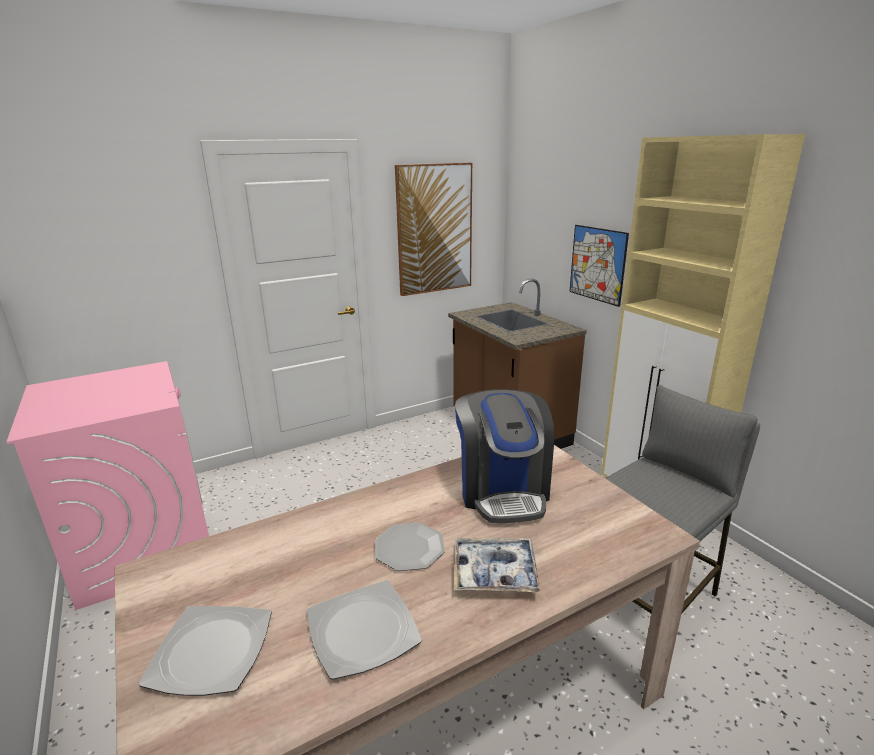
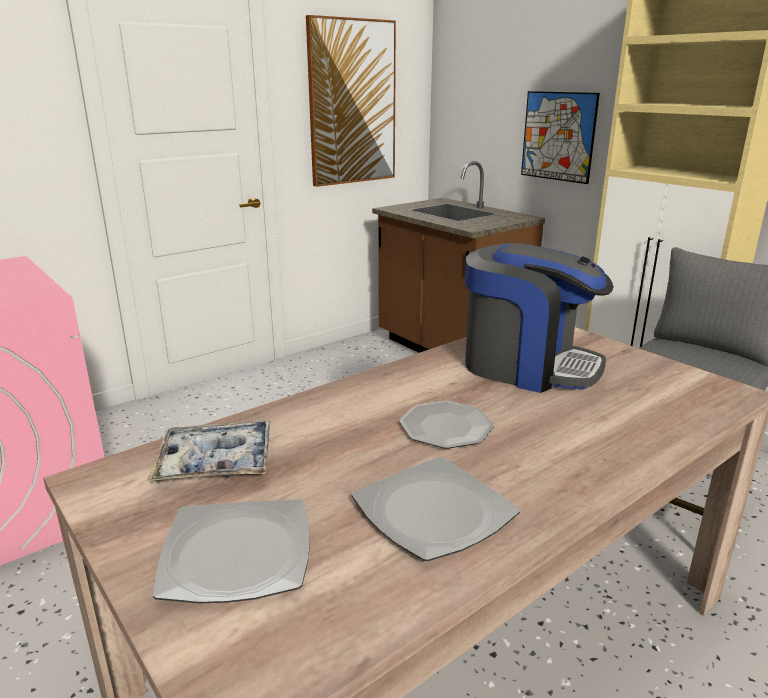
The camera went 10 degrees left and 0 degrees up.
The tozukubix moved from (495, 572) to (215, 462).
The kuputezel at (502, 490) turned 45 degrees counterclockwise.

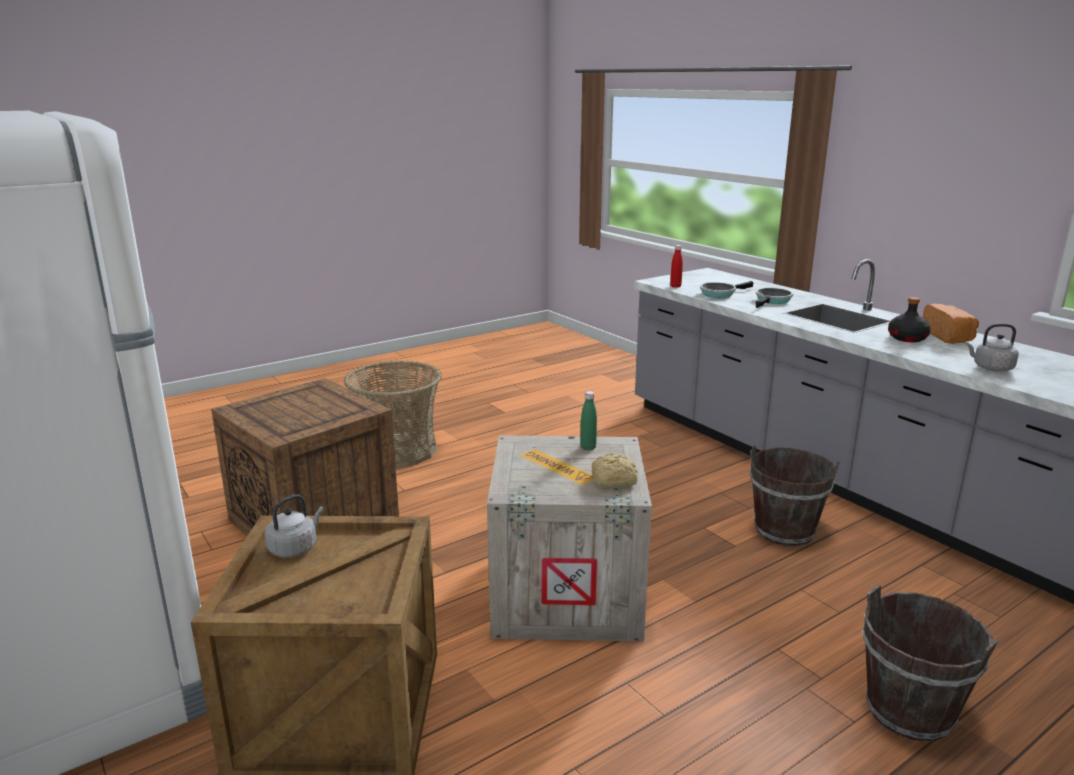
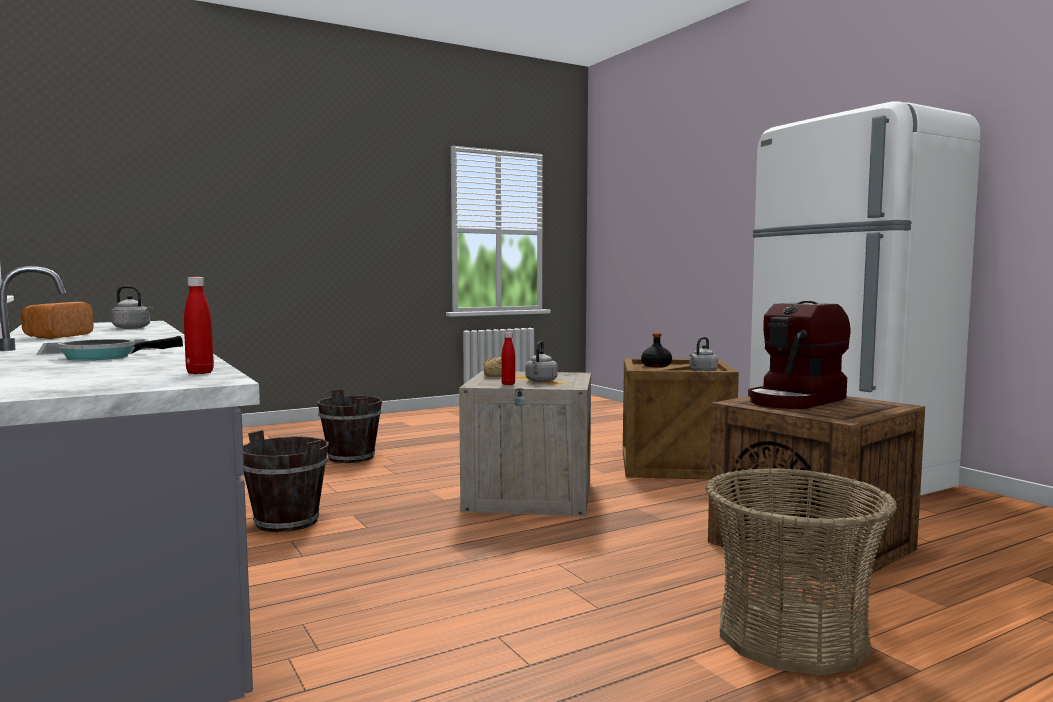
The camera went 175 degrees left and 15 degrees down.
The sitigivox at (720, 293) disappeared.
The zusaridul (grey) at (540, 381) appeared.
The kuputezel at (797, 400) appeared.
The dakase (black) moved from (907, 338) to (656, 366).
The dakase (green) at (588, 447) became the dakase (red) at (508, 384).

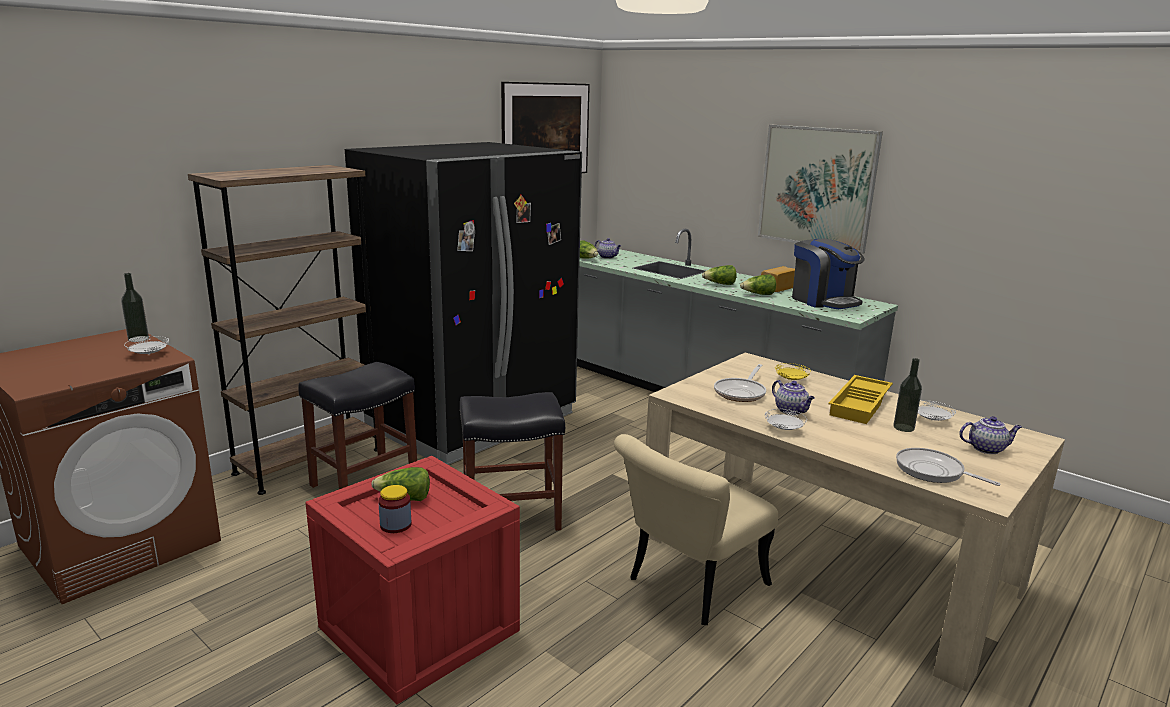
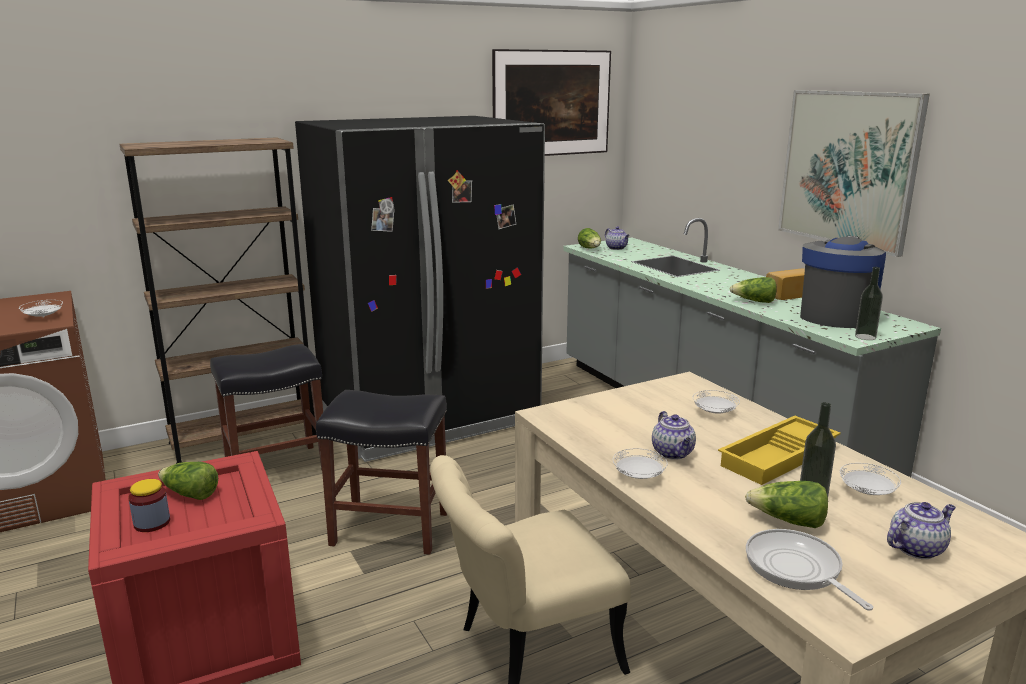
The camera went 20 degrees right and 0 degrees up.
The sitigivox at (741, 392) disappeared.
The dakase moved from (138, 339) to (865, 337).
The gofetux moved from (720, 284) to (788, 521).
The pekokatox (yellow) at (791, 380) became the pekokatox (white) at (714, 413).
The kuputezel at (823, 301) turned 135 degrees counterclockwise.
The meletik at (987, 449) turned 45 degrees counterclockwise.

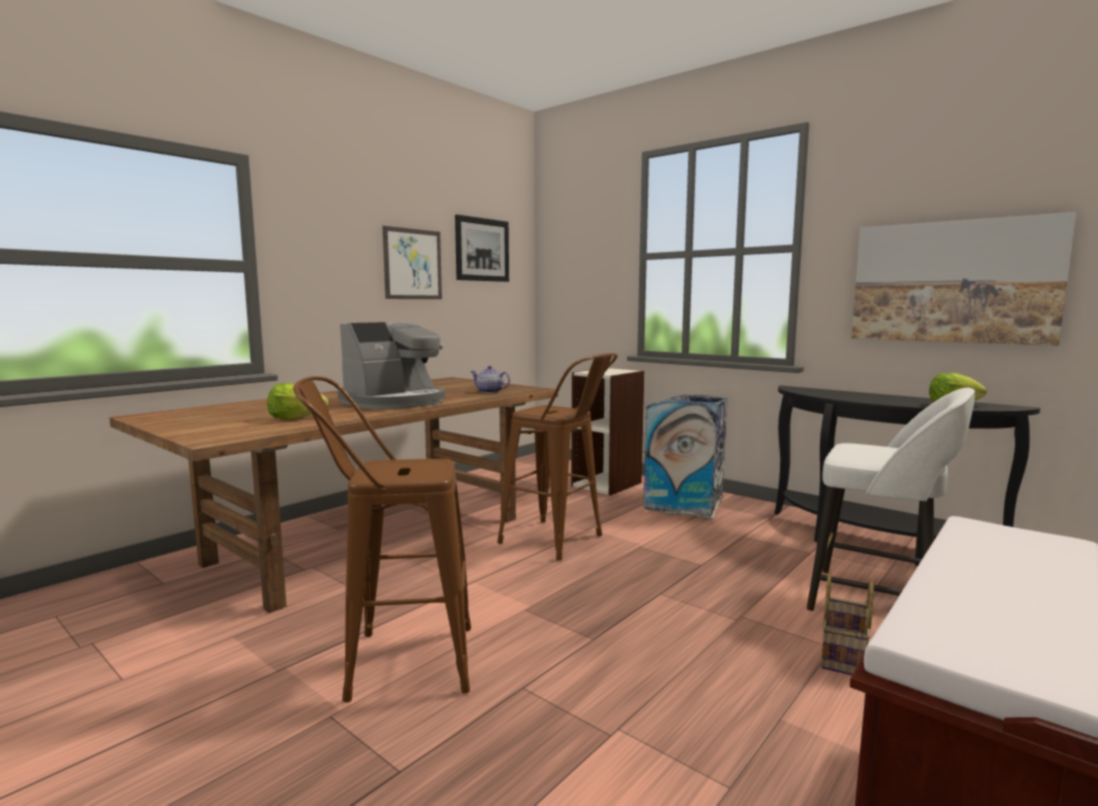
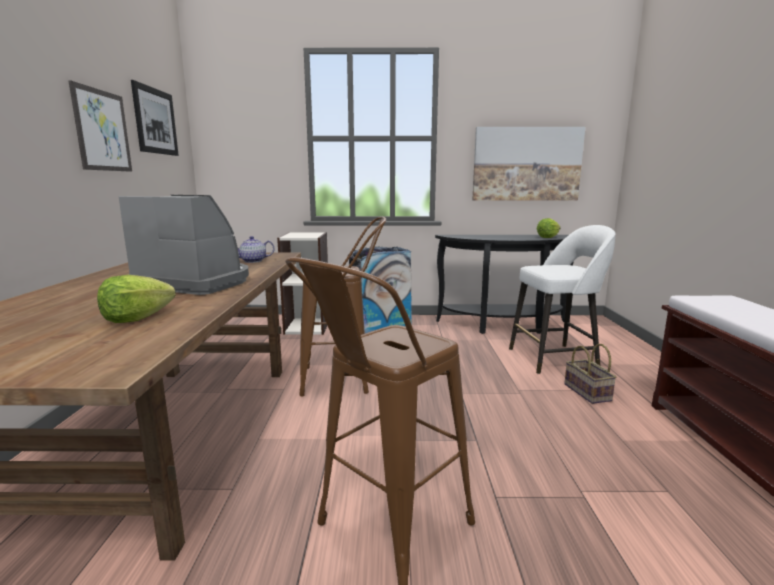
The camera went 40 degrees left and 5 degrees up.
The kuputezel at (396, 402) turned 75 degrees counterclockwise.

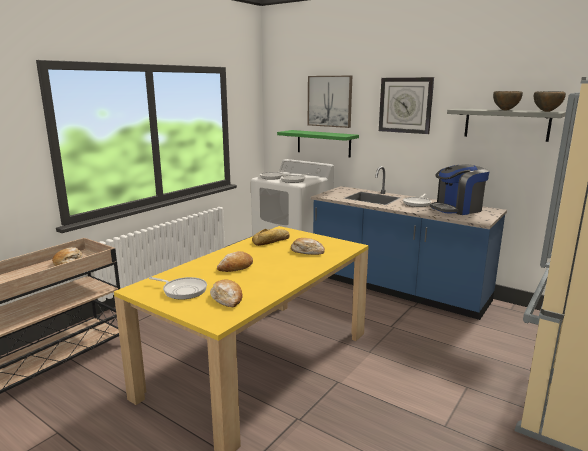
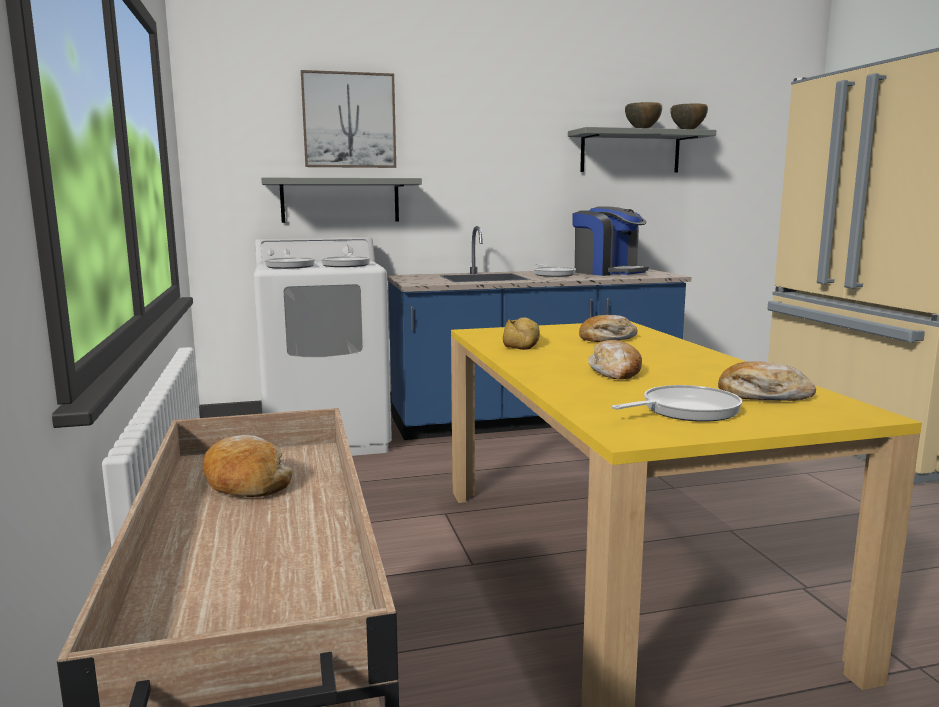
The camera went 50 degrees left and 5 degrees down.
The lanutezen at (405, 105) disappeared.
The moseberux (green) at (323, 143) became the moseberux (grey) at (340, 200).
The kuputezel at (457, 209) turned 60 degrees counterclockwise.

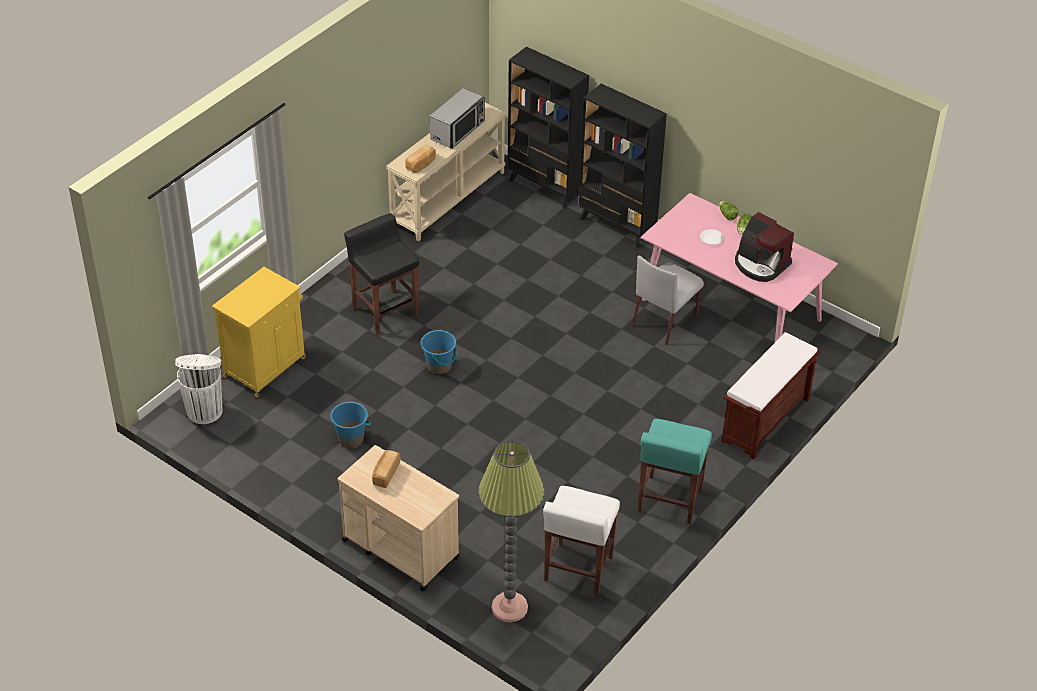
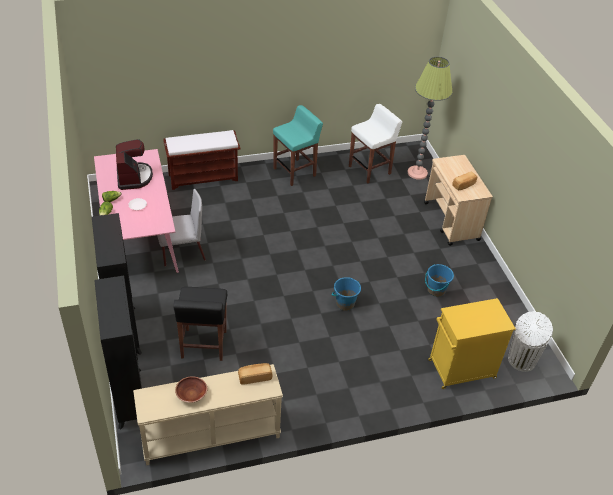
The camera went 145 degrees left and 0 degrees up.
The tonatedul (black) moved from (385, 311) to (203, 345).
The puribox at (458, 130) was replaced by the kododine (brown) at (191, 394).

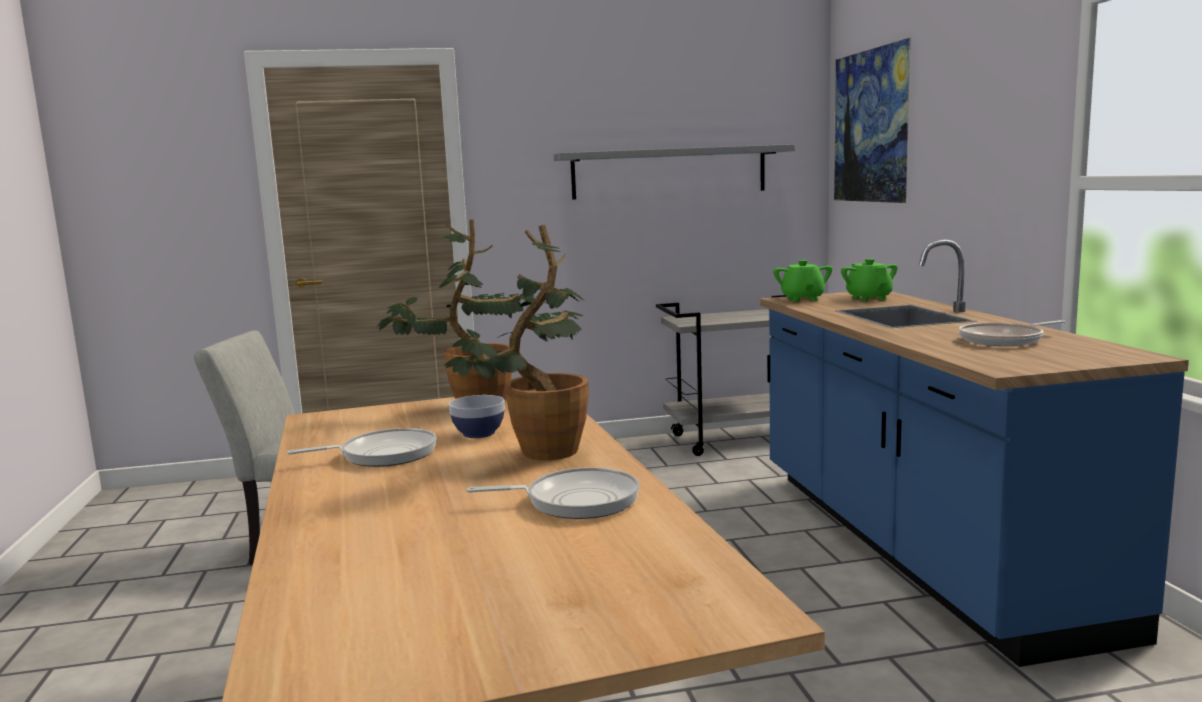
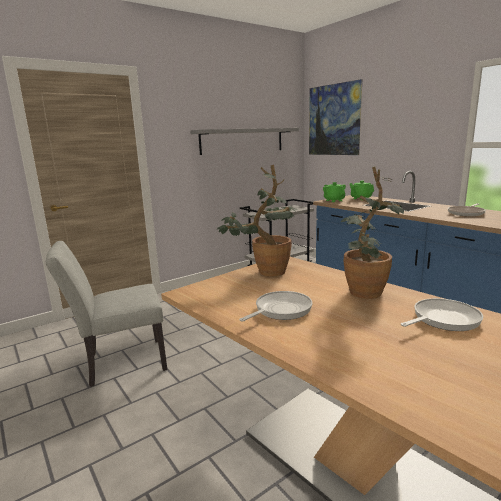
The camera went 25 degrees left and 5 degrees up.
The kododine at (478, 433) disappeared.

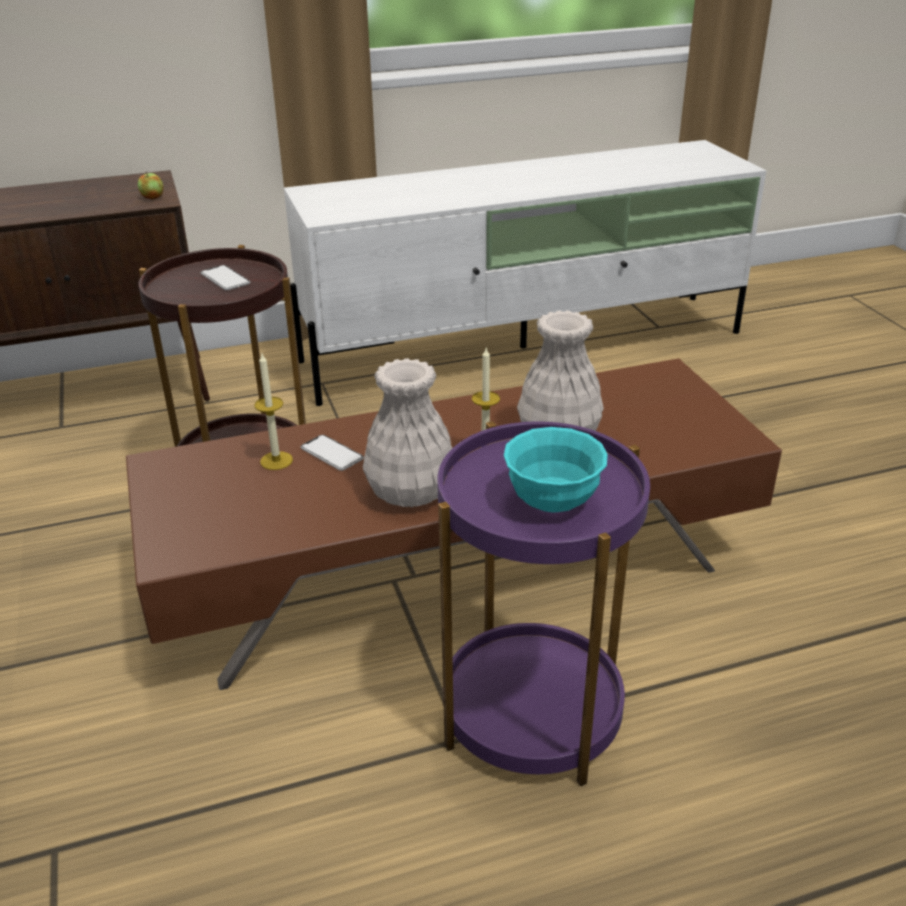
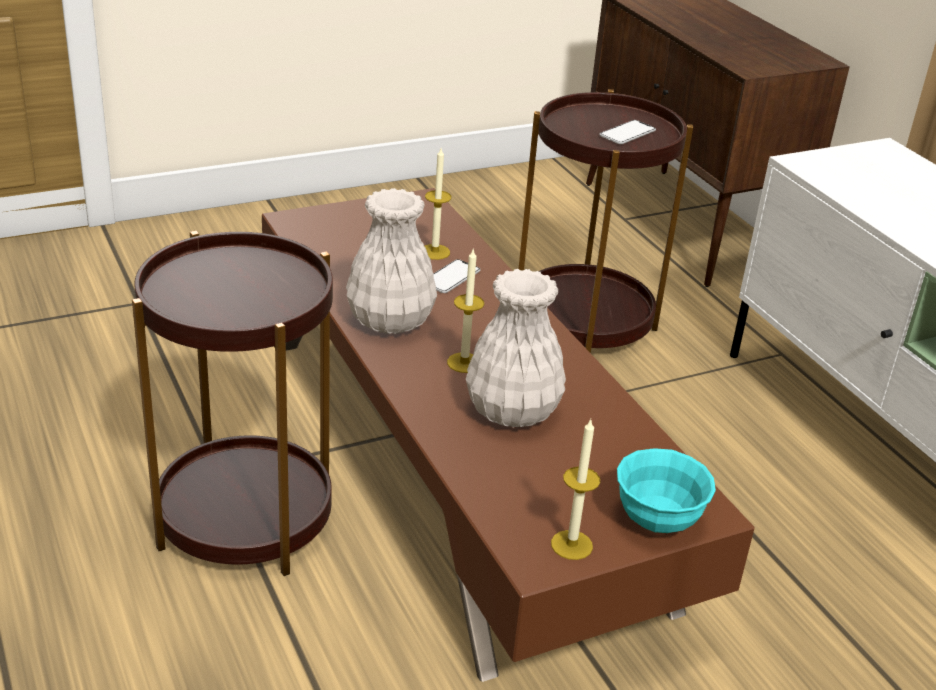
The camera went 80 degrees right and 0 degrees up.
The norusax at (152, 197) disappeared.
The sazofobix at (571, 545) appeared.
The kododine (turquoise) moved from (552, 502) to (657, 520).
The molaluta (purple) at (531, 714) became the molaluta (brown) at (245, 518).

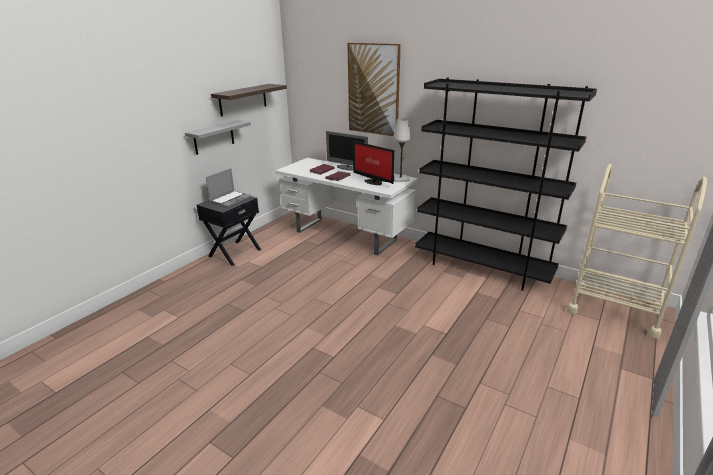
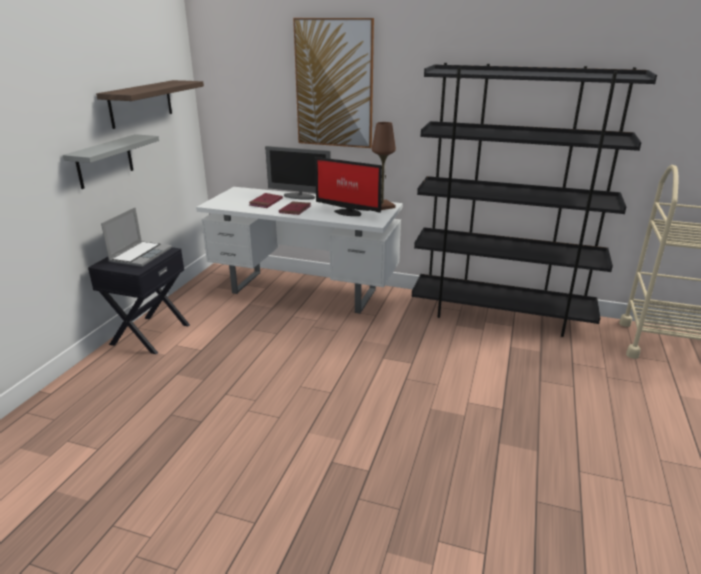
The camera went 15 degrees left and 0 degrees up.
The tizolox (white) at (400, 179) became the tizolox (brown) at (382, 206).

